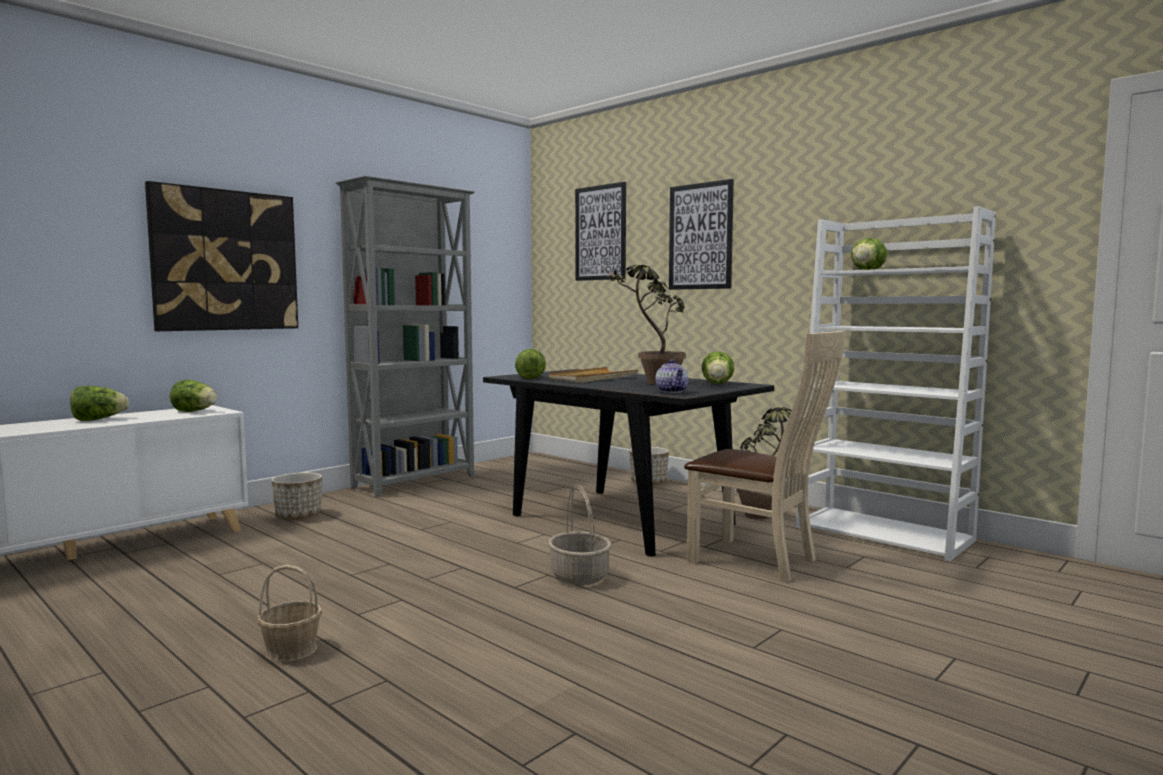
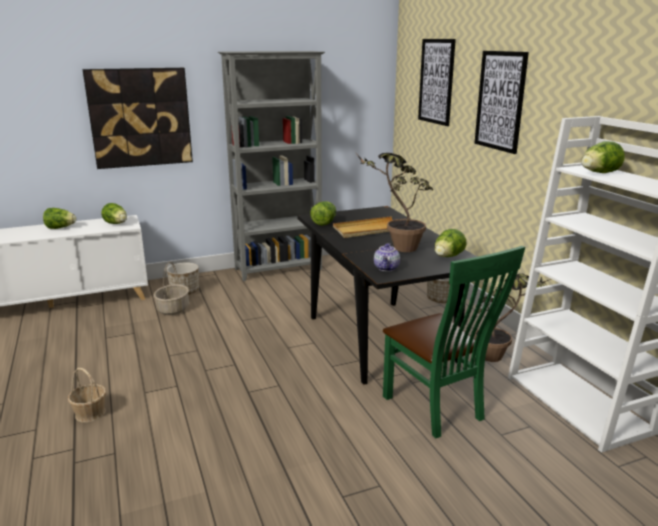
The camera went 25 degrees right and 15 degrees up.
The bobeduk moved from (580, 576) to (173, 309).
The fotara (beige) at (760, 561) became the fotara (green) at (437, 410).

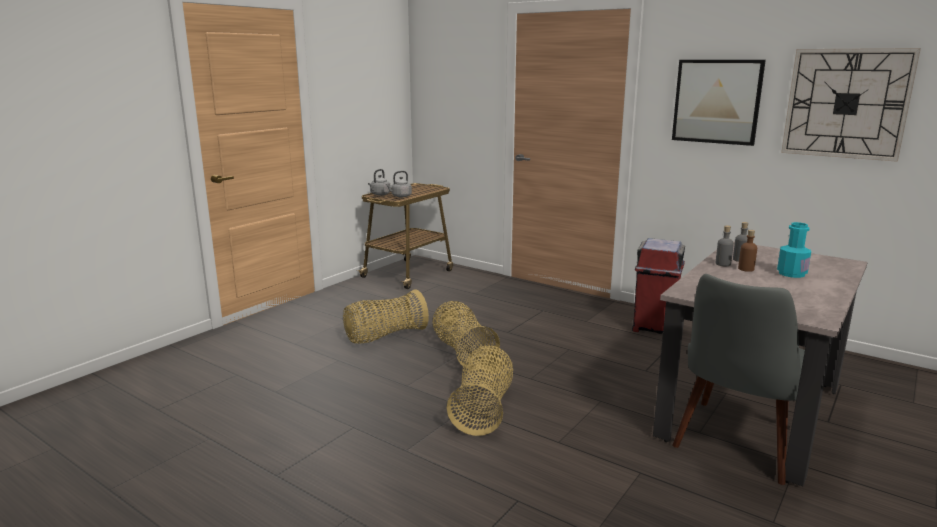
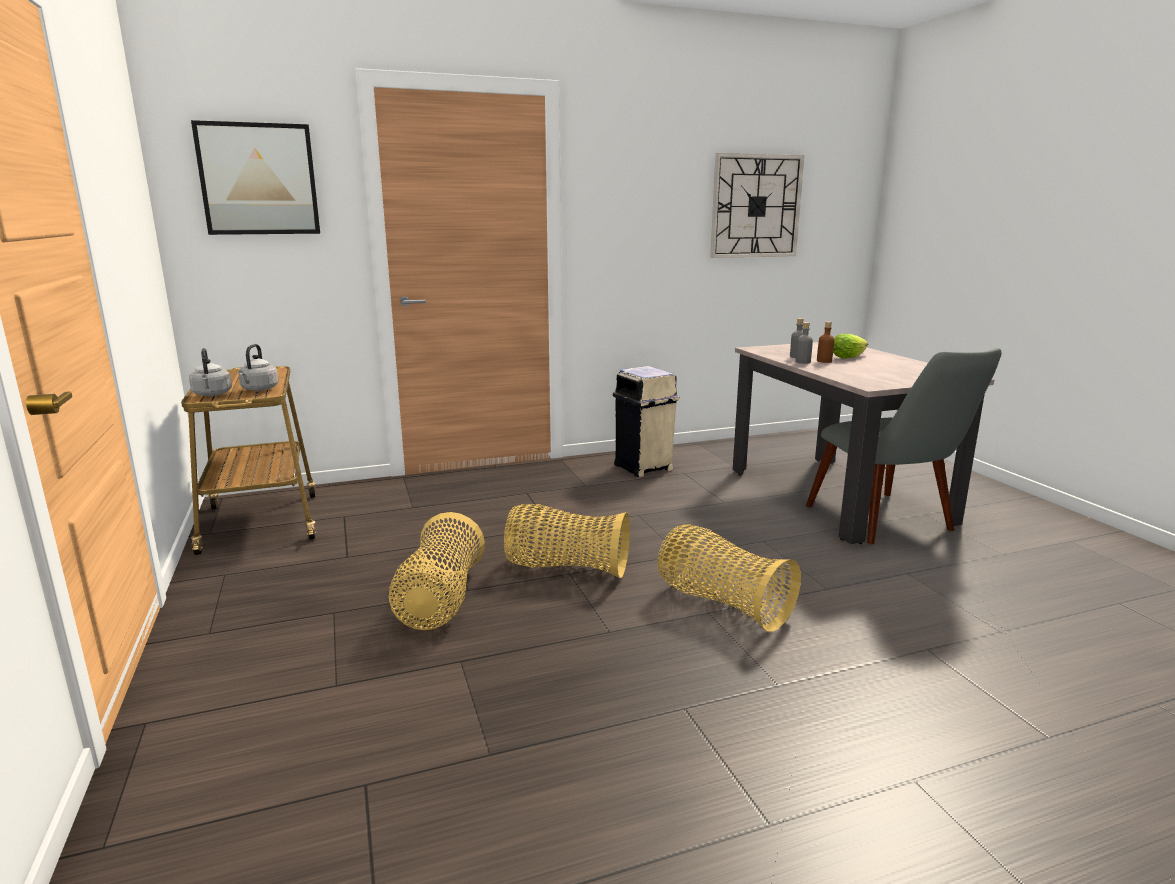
The camera went 55 degrees left and 0 degrees up.
The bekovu moved from (716, 101) to (258, 179).
The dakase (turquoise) at (791, 273) was replaced by the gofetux at (849, 357).
The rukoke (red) at (653, 328) became the rukoke (beige) at (643, 468).

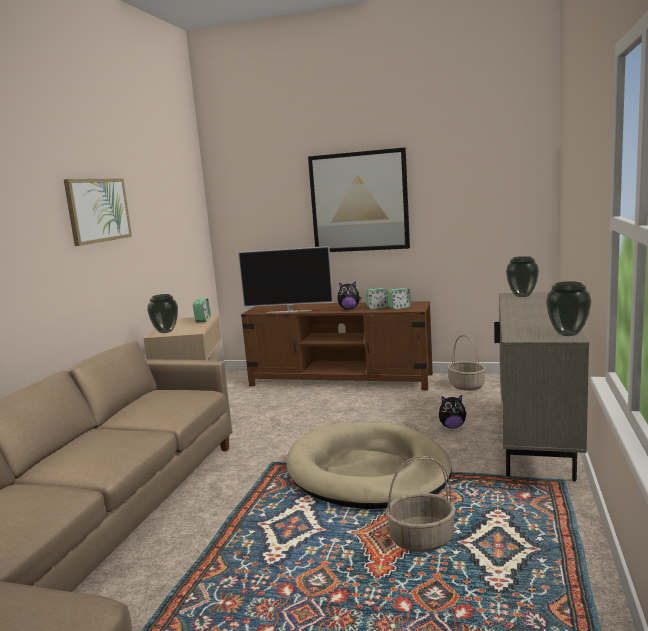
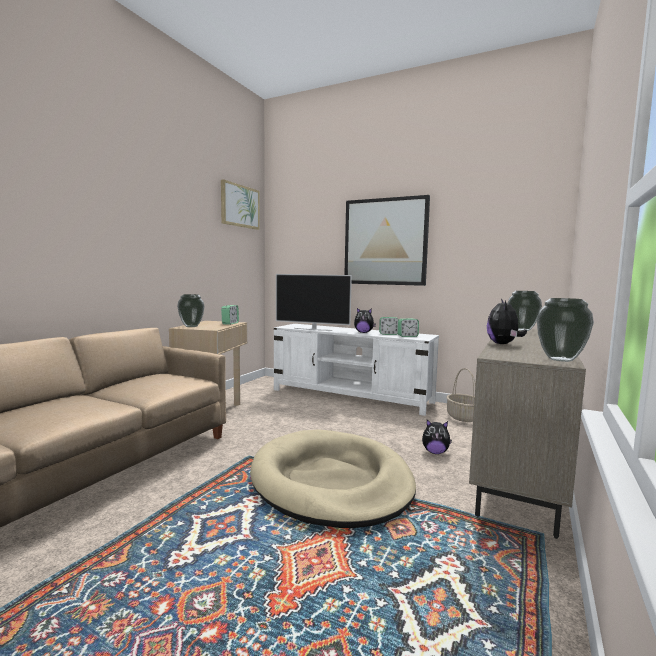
The camera went 10 degrees right and 5 degrees down.
The bobeduk at (422, 539) disappeared.
The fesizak at (503, 344) appeared.
The bekovu moved from (98, 210) to (240, 206).
The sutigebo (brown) at (341, 380) became the sutigebo (white) at (351, 396).

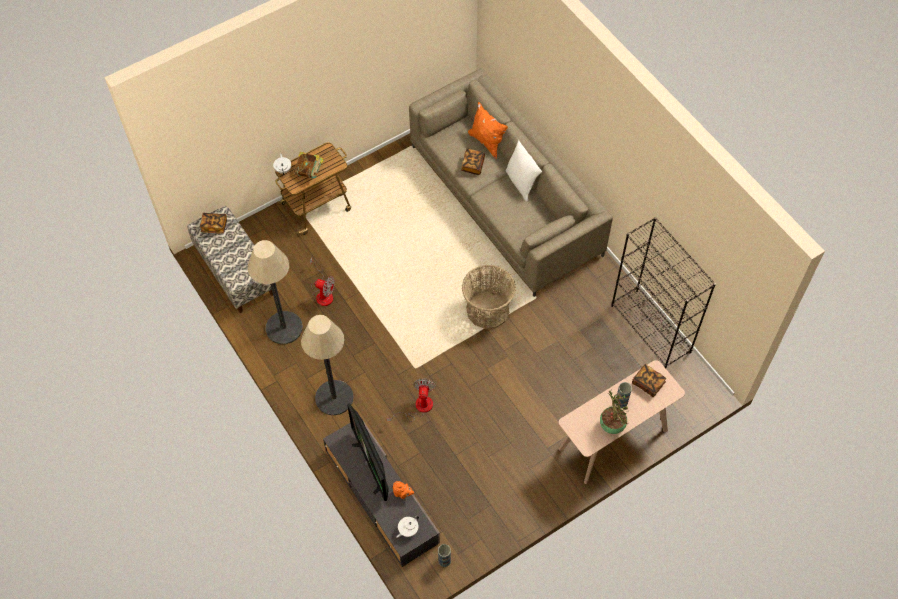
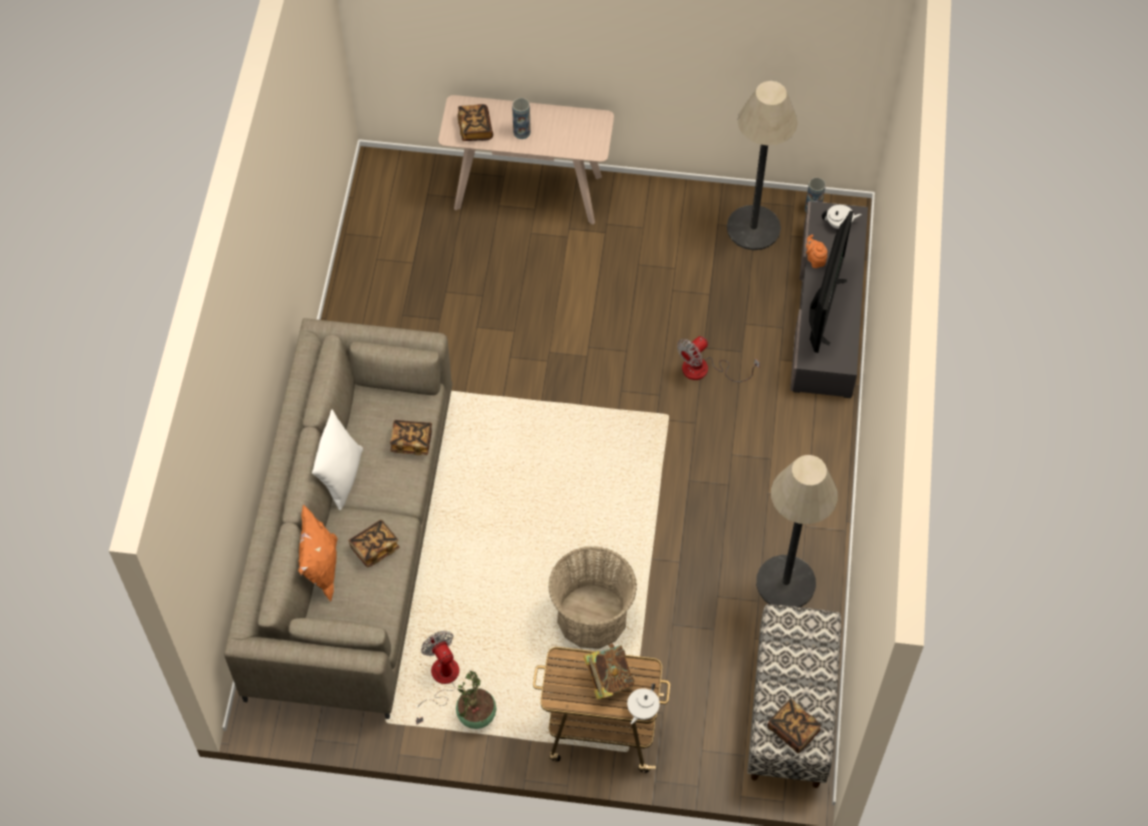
The camera went 140 degrees left and 0 degrees up.
The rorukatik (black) at (651, 329) disappeared.
The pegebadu at (411, 442) appeared.
The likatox moved from (334, 398) to (753, 228).
The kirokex moved from (323, 293) to (440, 681).
The bobeduk moved from (487, 310) to (591, 617).
The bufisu moved from (611, 425) to (476, 717).

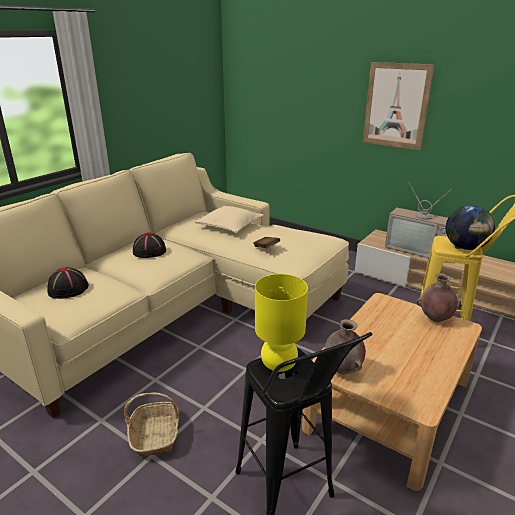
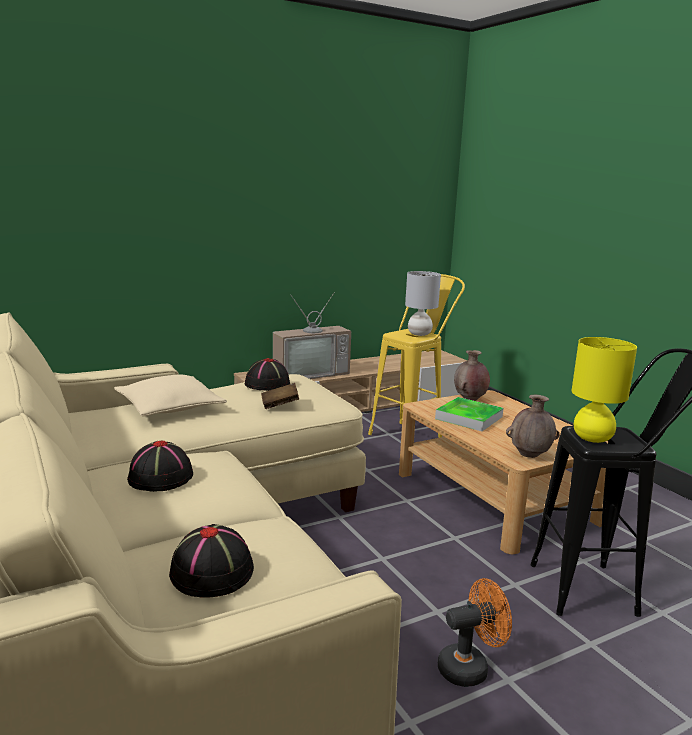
The camera went 65 degrees left and 10 degrees down.
The bekovu at (396, 106) disappeared.
The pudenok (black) at (267, 384) appeared.
The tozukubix at (469, 418) appeared.
The bobeduk at (155, 435) was replaced by the kirokex (orange) at (470, 667).
The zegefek at (465, 247) was replaced by the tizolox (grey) at (420, 334).

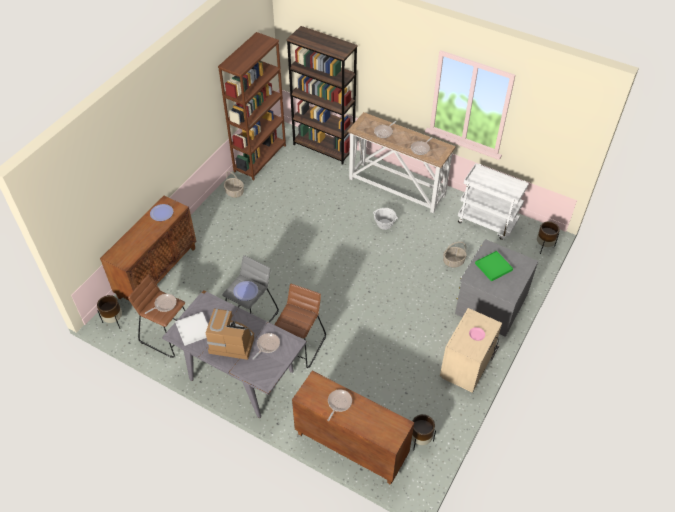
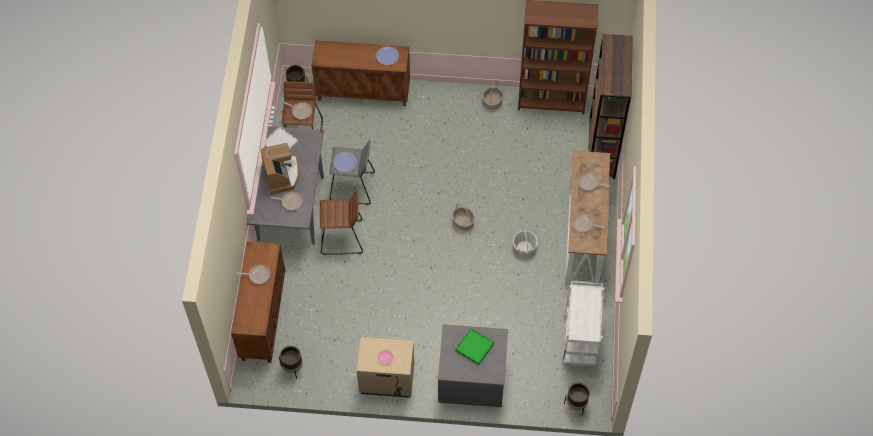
The camera went 65 degrees right and 10 degrees up.
The bobeduk moved from (453, 261) to (463, 222).

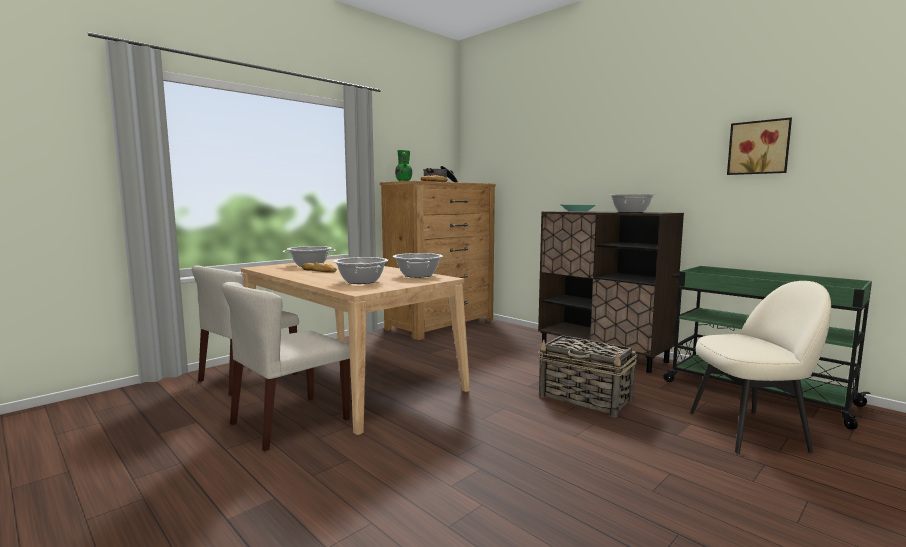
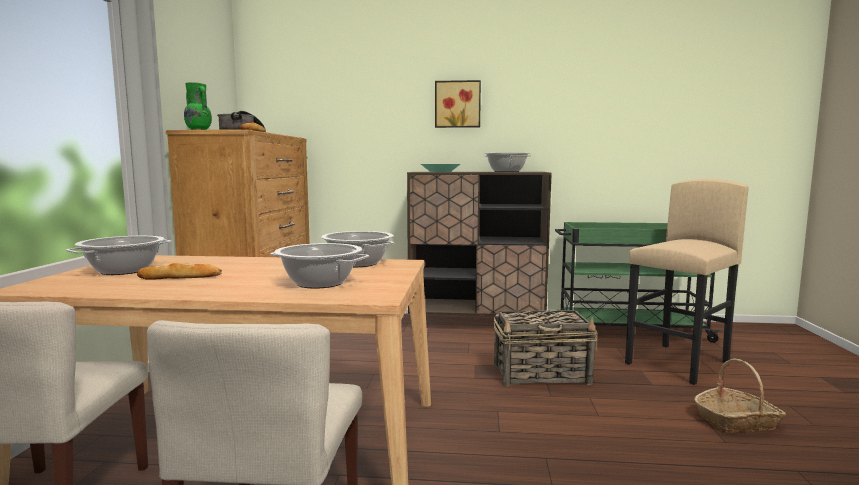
The camera went 40 degrees left and 0 degrees up.
The bobeduk at (737, 421) appeared.
The bekovu moved from (759, 147) to (457, 104).
The fotara (beige) at (750, 431) was replaced by the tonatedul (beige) at (678, 363).

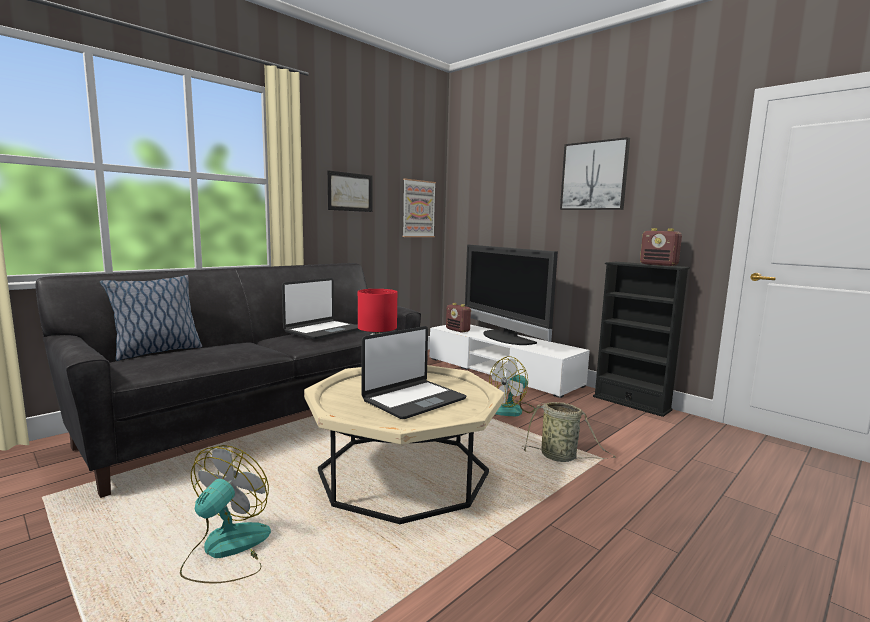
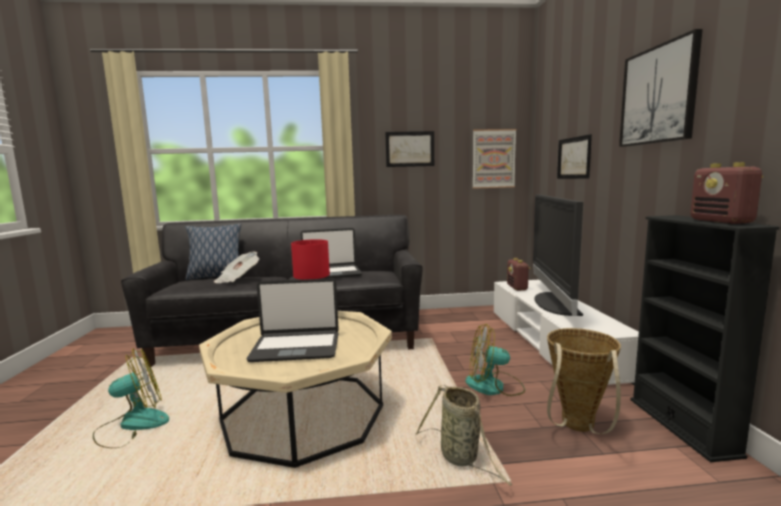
The camera went 40 degrees right and 0 degrees up.
The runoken at (237, 279) appeared.
The bobeduk at (577, 428) appeared.
The bekovu at (573, 158) appeared.

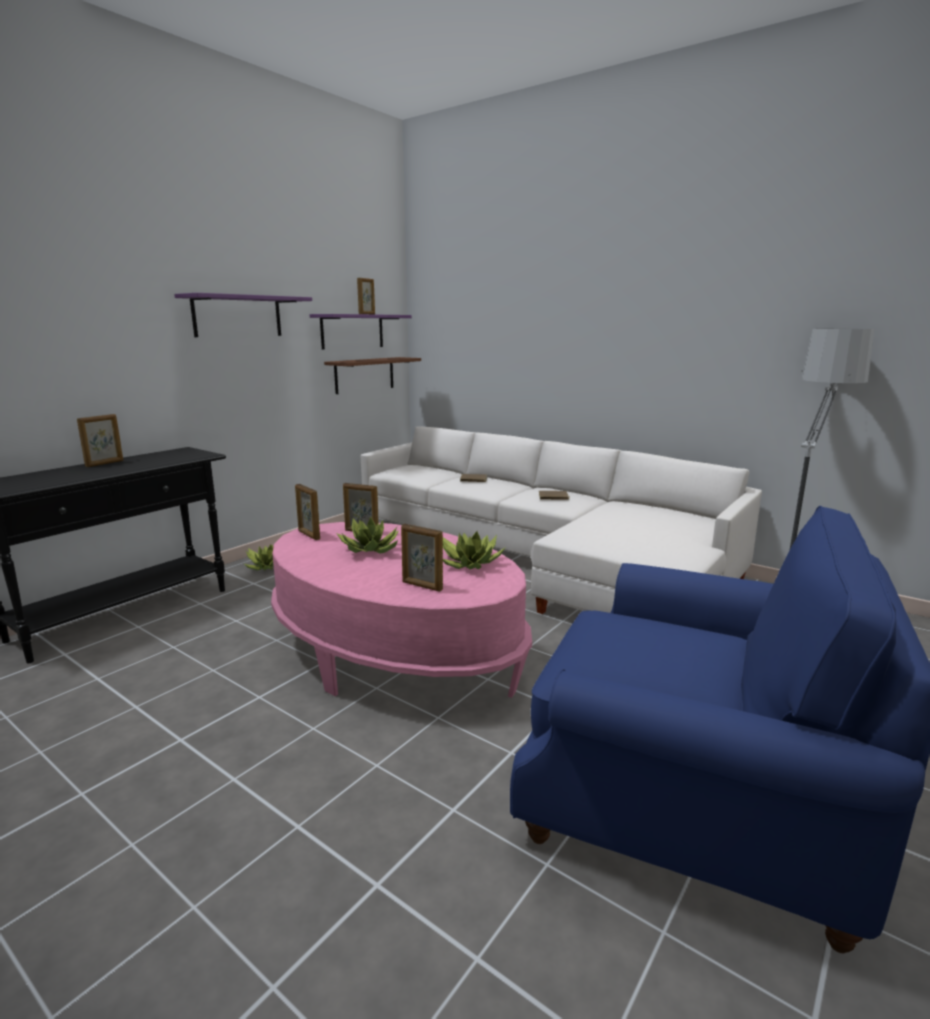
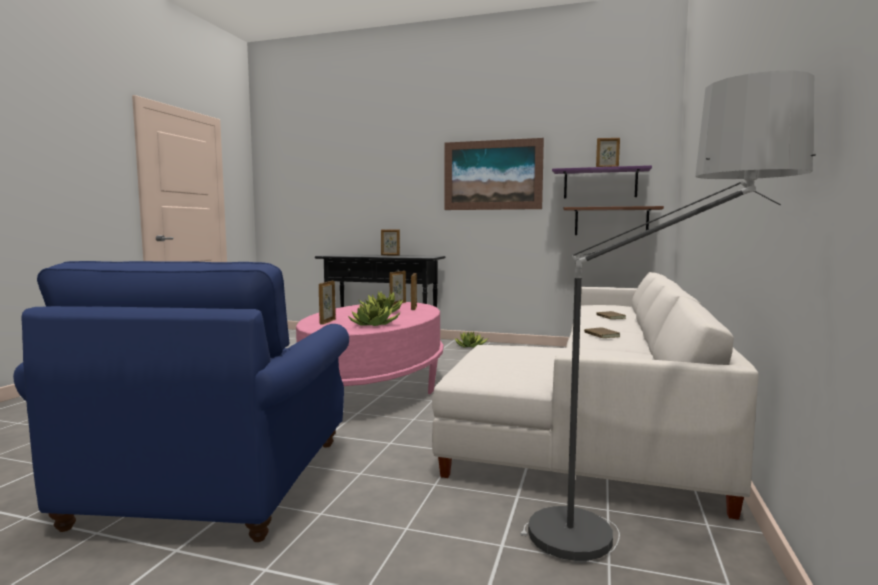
The camera went 70 degrees right and 10 degrees down.
The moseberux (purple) at (238, 316) was replaced by the bekovu at (492, 175).

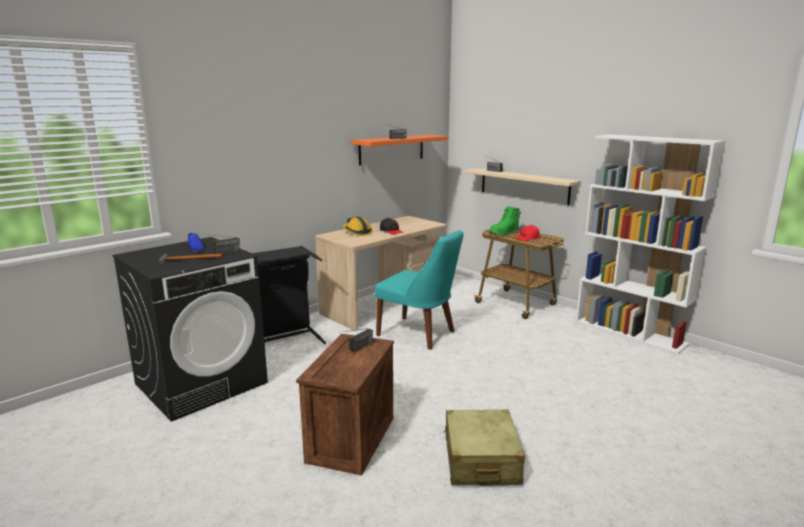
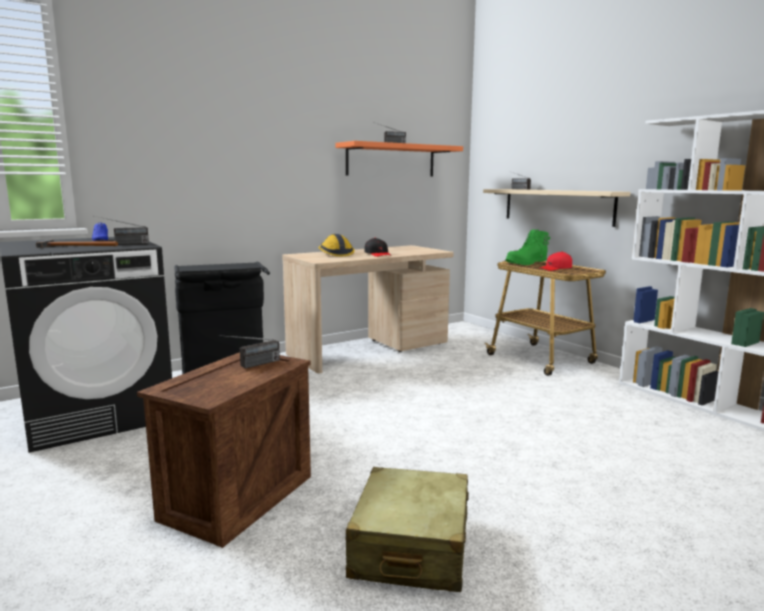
The camera went 10 degrees right and 5 degrees down.
The fotara (turquoise) at (419, 334) disappeared.

